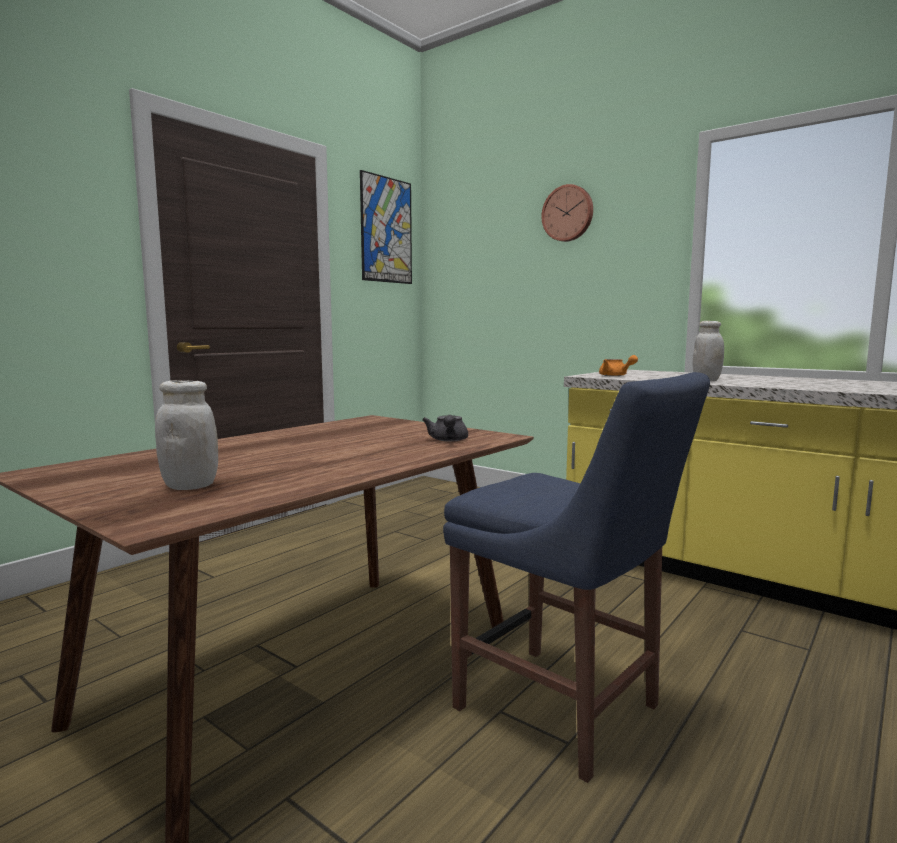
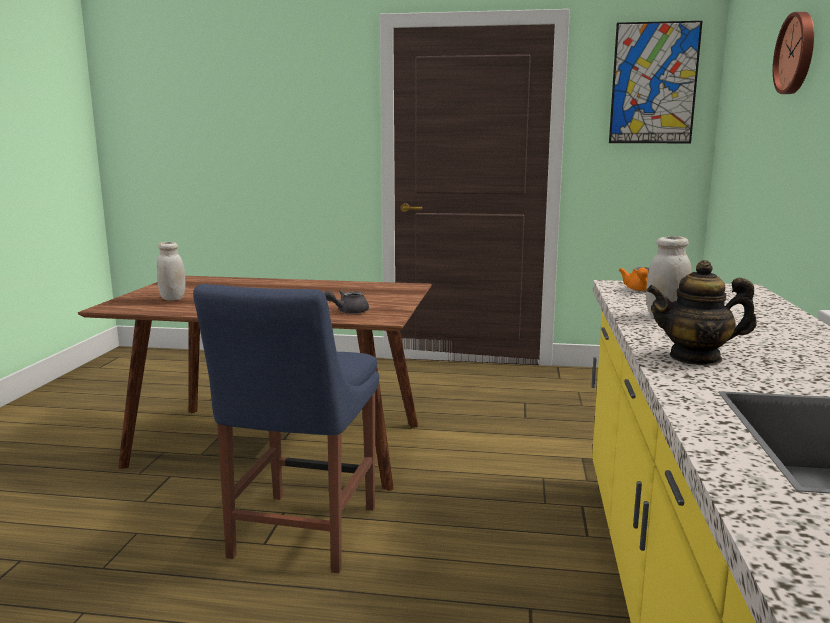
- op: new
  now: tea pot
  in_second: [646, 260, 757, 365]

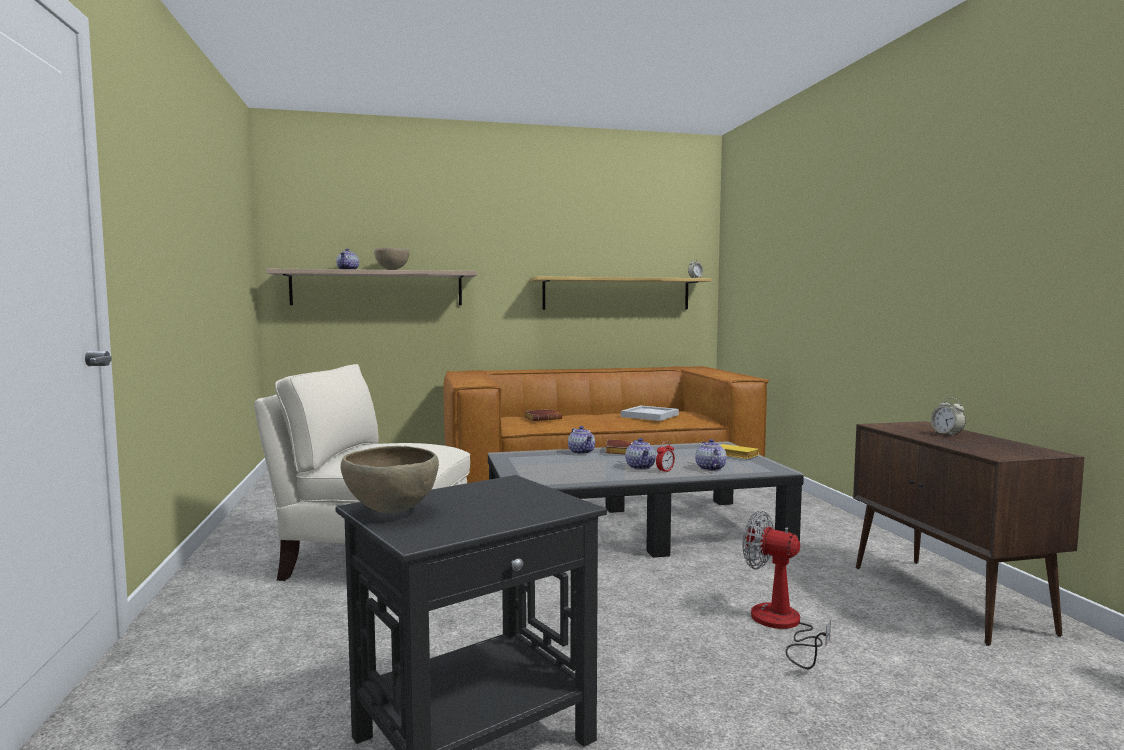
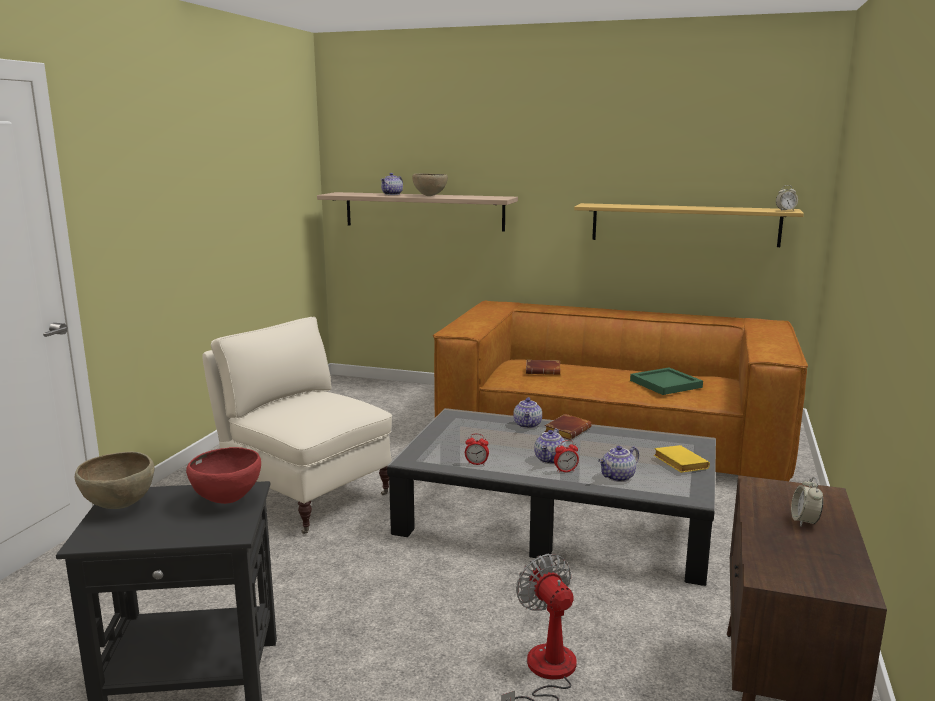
- op: repainted
  was: white-coloured tray
  now: green tray
  in_first: [621, 405, 679, 421]
  in_second: [630, 368, 703, 395]
- op: rotated
  was: tea pot
  in_first: [695, 439, 727, 471]
  in_second: [598, 446, 639, 482]
  clockwise: -150
- op: new
  now: alarm clock
  in_second: [465, 434, 489, 465]
- op: new
  now: red-coloured deep dish
  in_second: [186, 447, 261, 504]

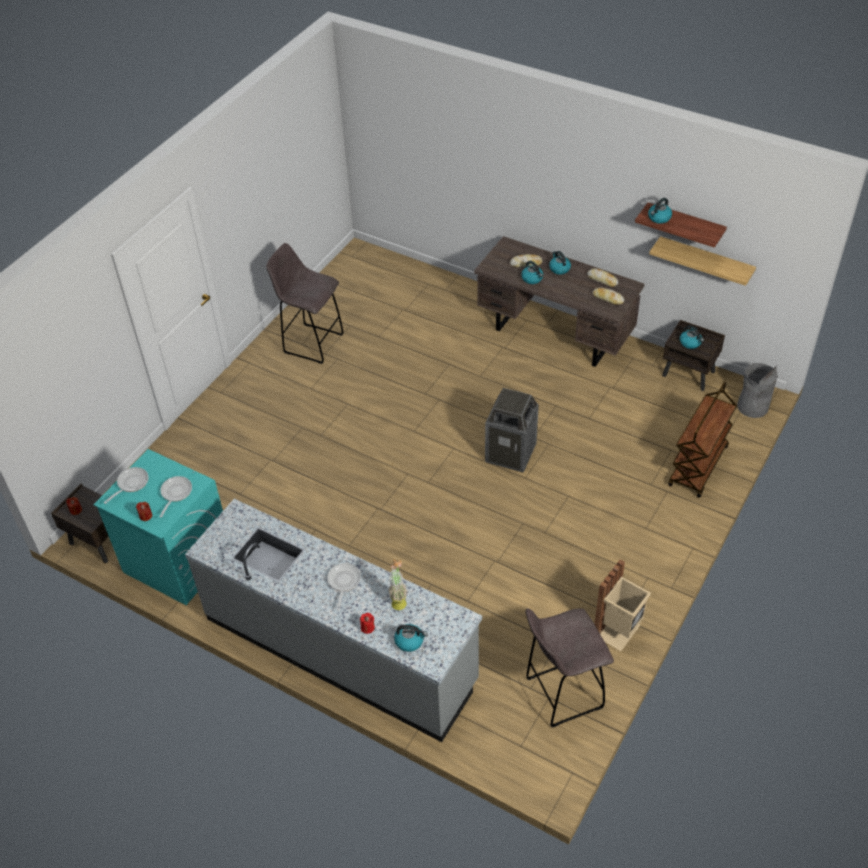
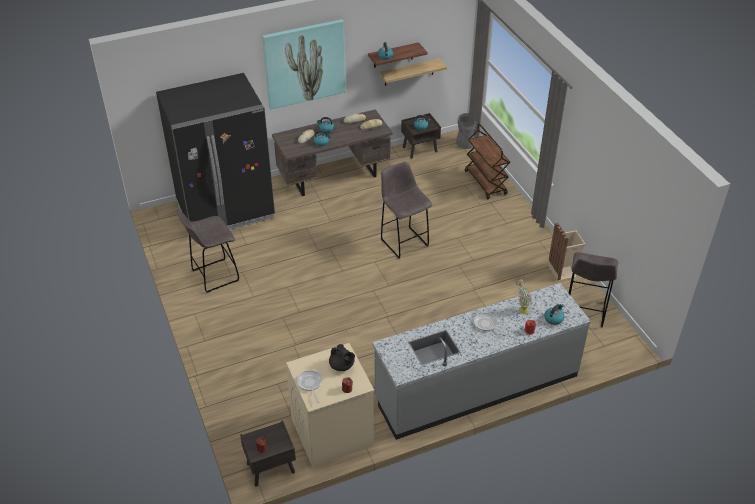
- op: swapped
  was: rubbish bin
  now: greyish stool
  in_first: [485, 388, 539, 472]
  in_second: [381, 162, 432, 259]
- op: repainted
  was: turquoise laundry appliance
  now: beige-coloured laundry appliance
  in_first: [93, 449, 223, 605]
  in_second: [286, 343, 374, 467]
- op: swapped
  was: skillet
  now: black-coloured tea pot
  in_first: [159, 476, 192, 517]
  in_second: [329, 344, 355, 371]
- op: new
  now: wall picture
  in_second: [262, 19, 346, 109]
- op: new
  now: black-coloured refrigerator
  in_second: [156, 73, 275, 230]

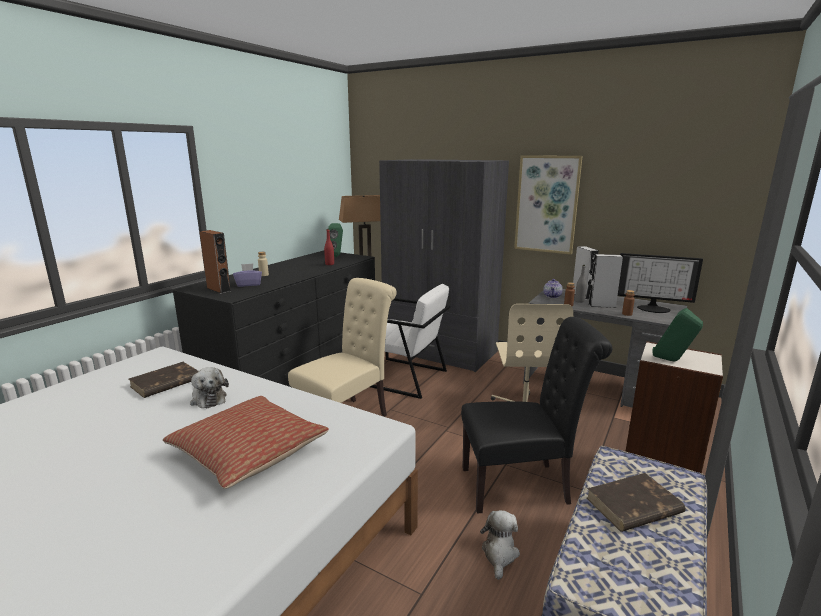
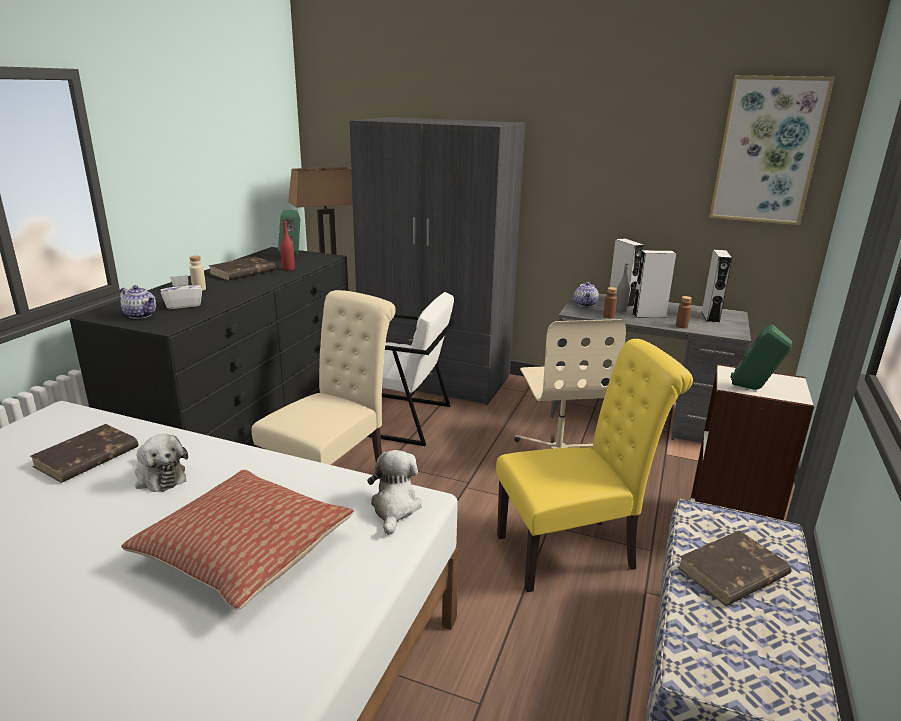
- op: shifted
  was: wall picture
  in_first: [514, 155, 583, 255]
  in_second: [709, 75, 835, 225]
- op: swapped
  was: brown speaker
  now: tea pot
  in_first: [200, 230, 231, 294]
  in_second: [119, 285, 156, 319]
- op: swapped
  was: computer screen
  now: greyish speaker
  in_first: [618, 253, 703, 313]
  in_second: [702, 250, 732, 323]
- op: repainted
  was: purple box of tissues
  now: white-coloured box of tissues
  in_first: [233, 264, 262, 287]
  in_second: [160, 275, 202, 309]
- op: repainted
  was: black-coloured chair
  now: yellowish chair
  in_first: [461, 317, 612, 513]
  in_second: [496, 339, 693, 592]
- op: shifted
  was: cuddly toy
  in_first: [480, 510, 520, 580]
  in_second: [367, 450, 422, 535]
- op: new
  now: brown volume
  in_second: [209, 257, 276, 280]

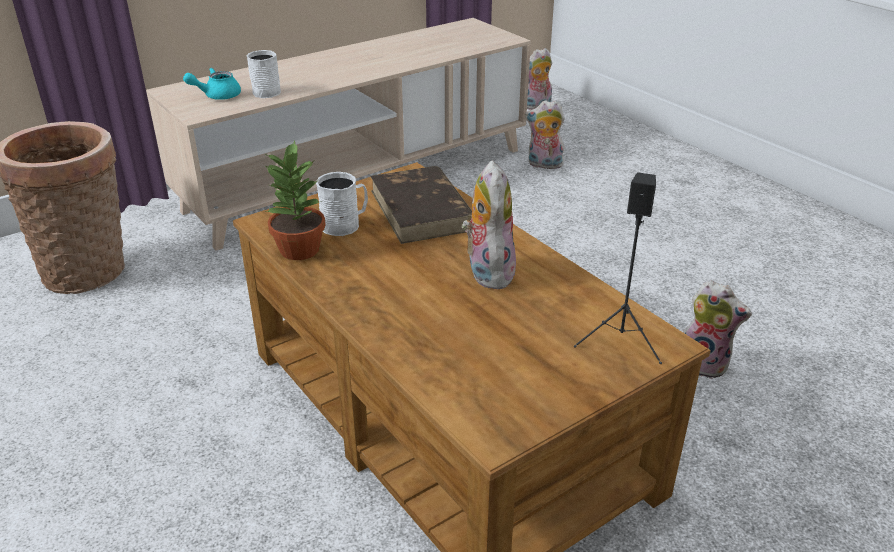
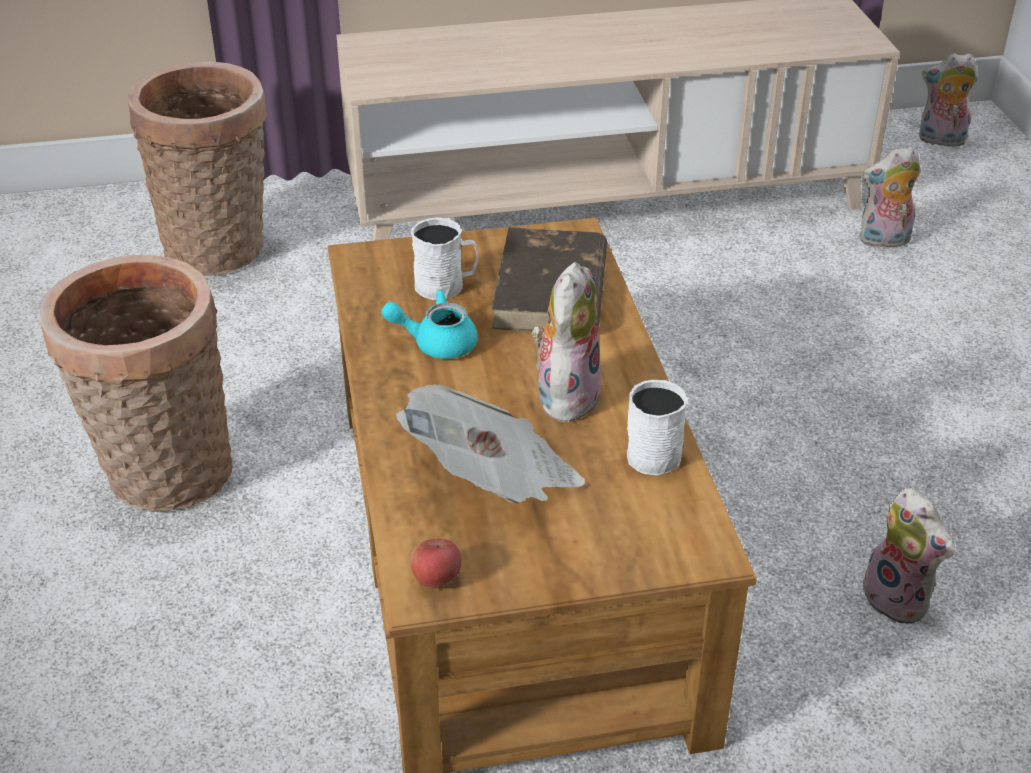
- op: shifted
  was: white-coloured coffee mug
  in_first: [247, 50, 281, 98]
  in_second: [627, 380, 687, 476]
- op: shifted
  was: turquoise tea pot
  in_first: [183, 68, 241, 100]
  in_second: [381, 290, 478, 359]
- op: rotated
  was: cuddly toy
  in_first: [525, 100, 565, 171]
  in_second: [860, 146, 921, 248]
  clockwise: -45
- op: gone
  was: houseplant
  in_first: [265, 141, 326, 260]
- op: gone
  was: black-coloured speaker
  in_first: [574, 172, 662, 364]
- op: new
  now: household basket
  in_second: [40, 255, 233, 512]
- op: new
  now: daily paper
  in_second: [395, 384, 585, 503]
- op: new
  now: apple
  in_second: [411, 539, 461, 588]

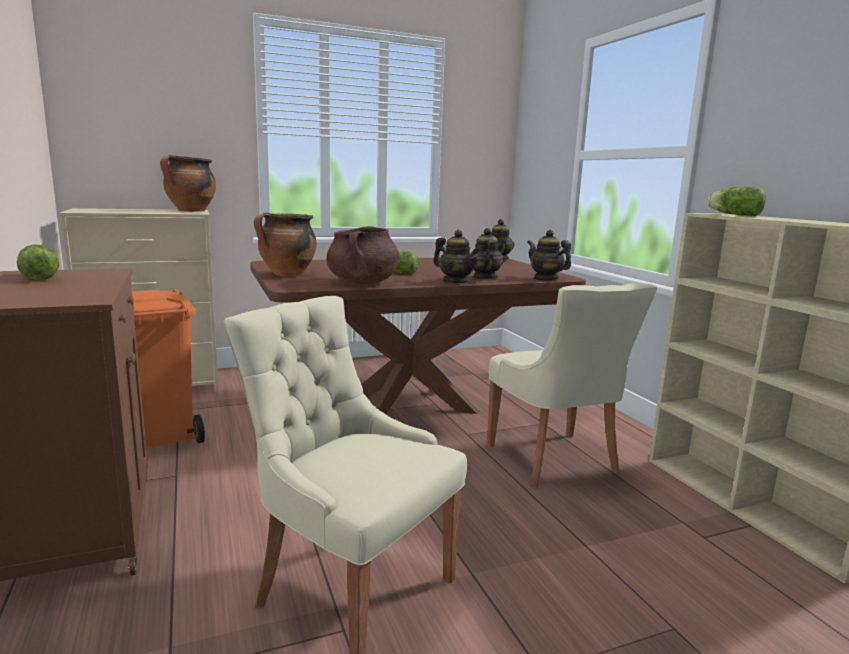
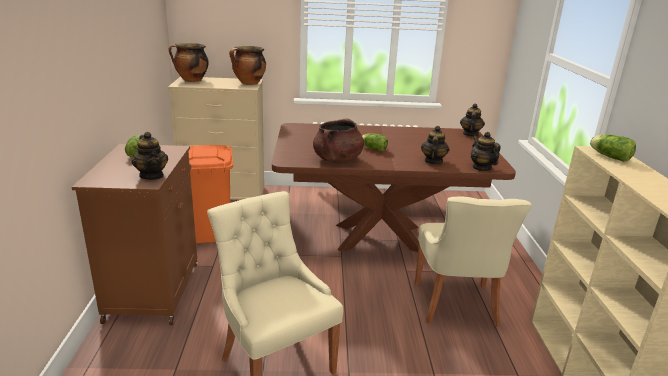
- op: shifted
  was: cooking pot
  in_first: [254, 212, 317, 276]
  in_second: [169, 43, 209, 82]
- op: shifted
  was: tea pot
  in_first: [433, 230, 482, 284]
  in_second: [132, 132, 168, 180]

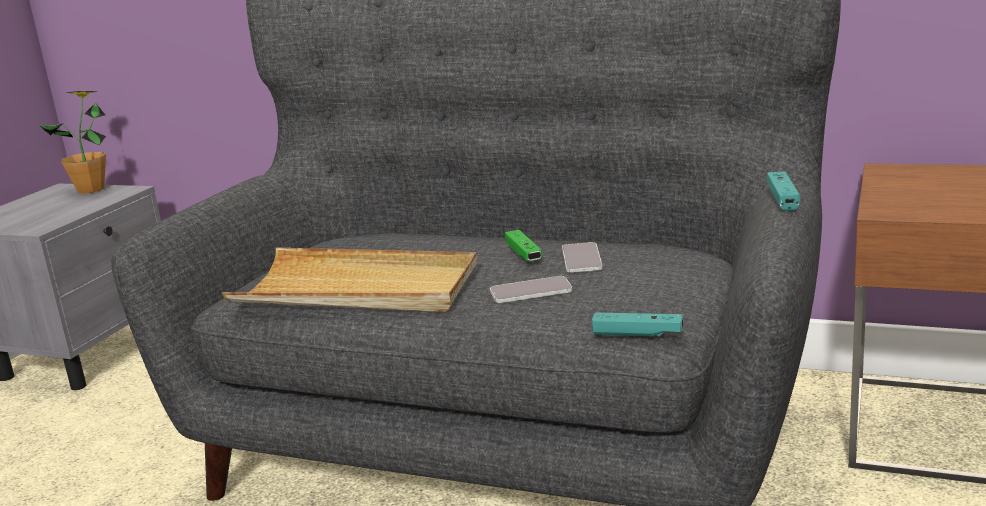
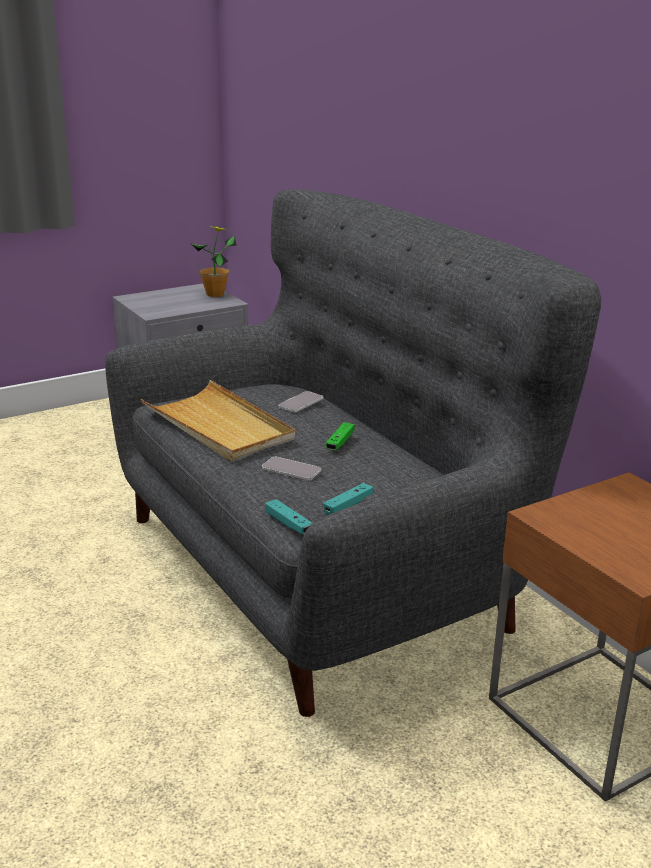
- op: shifted
  was: turquoise gamepad
  in_first: [767, 172, 800, 211]
  in_second: [323, 483, 373, 515]
- op: shifted
  was: handset
  in_first: [562, 242, 603, 273]
  in_second: [278, 391, 323, 412]

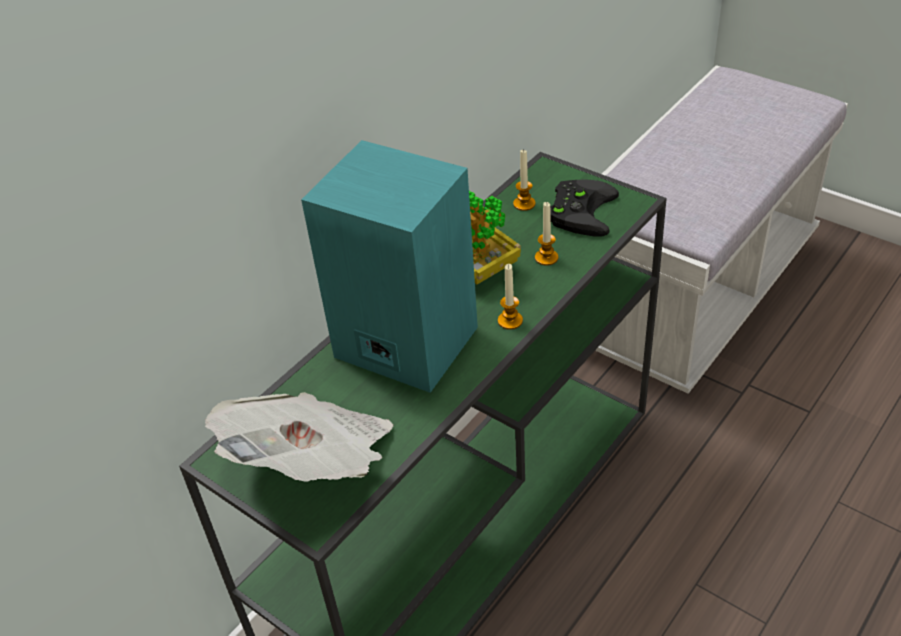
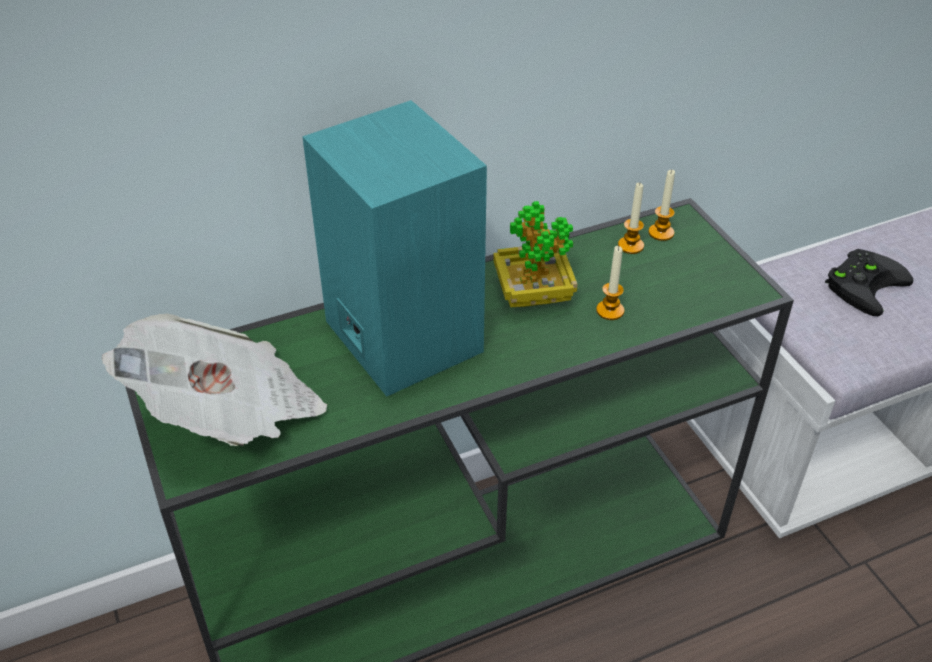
- op: shifted
  was: black-coloured gamepad
  in_first: [550, 180, 619, 236]
  in_second: [825, 249, 914, 316]
- op: shifted
  was: wax light
  in_first: [498, 264, 523, 330]
  in_second: [648, 170, 675, 241]

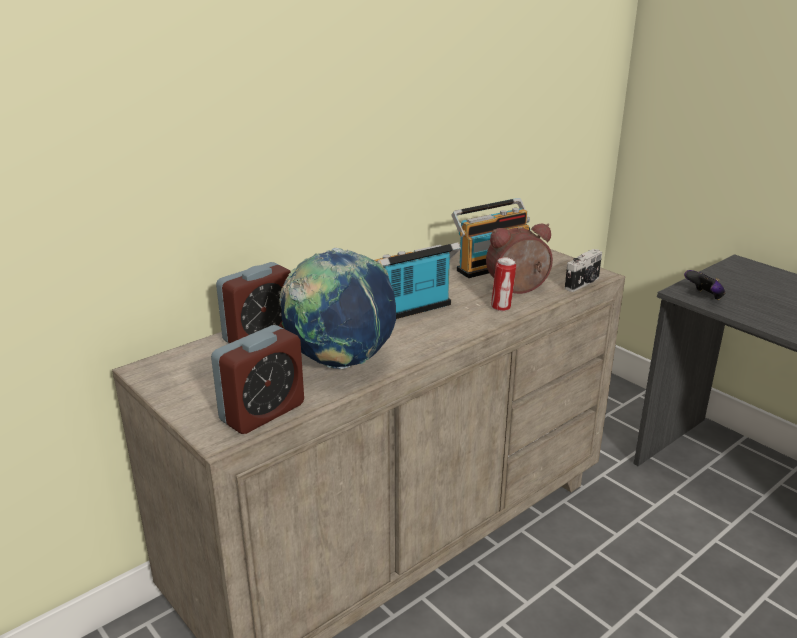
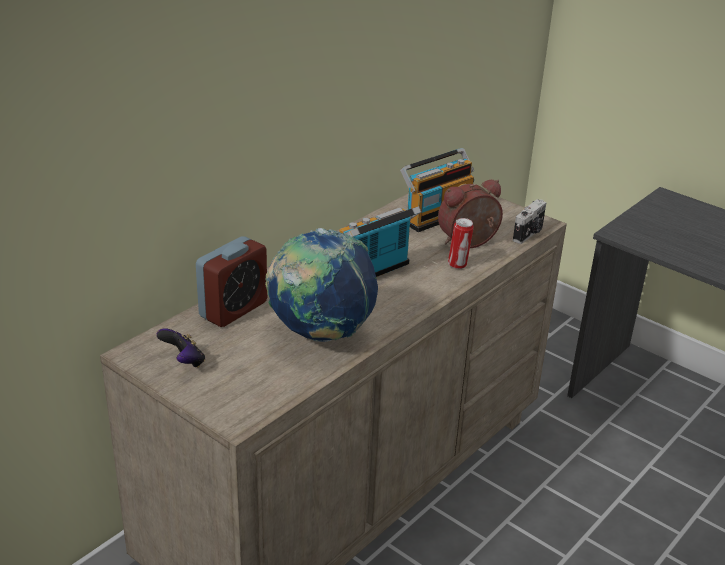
- op: shifted
  was: gamepad
  in_first: [684, 270, 725, 300]
  in_second: [156, 328, 205, 368]
- op: gone
  was: alarm clock
  in_first: [211, 325, 304, 434]

